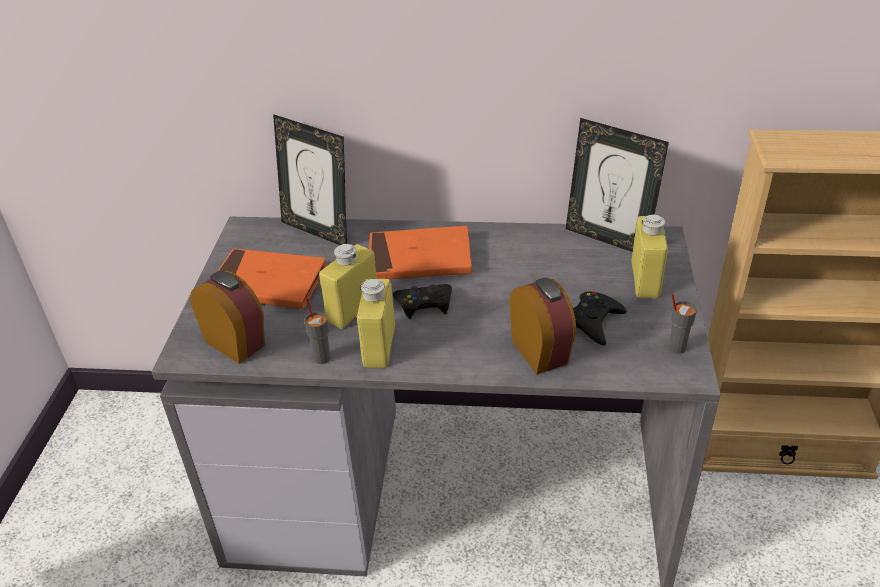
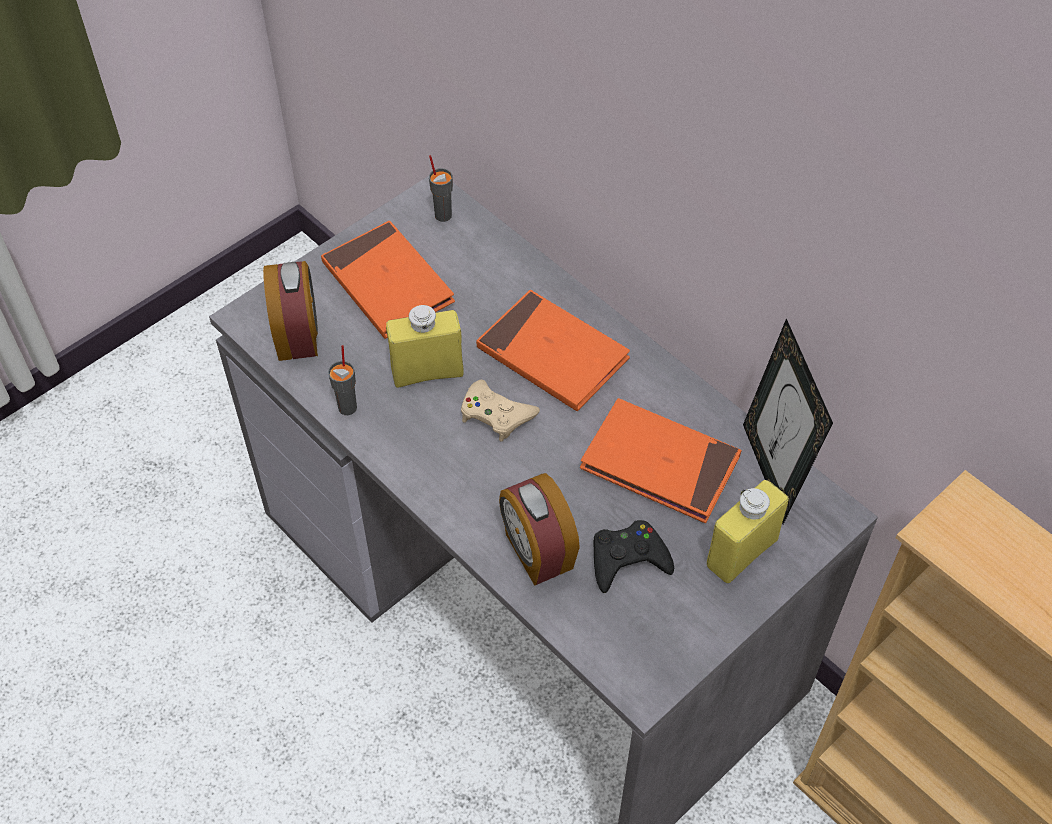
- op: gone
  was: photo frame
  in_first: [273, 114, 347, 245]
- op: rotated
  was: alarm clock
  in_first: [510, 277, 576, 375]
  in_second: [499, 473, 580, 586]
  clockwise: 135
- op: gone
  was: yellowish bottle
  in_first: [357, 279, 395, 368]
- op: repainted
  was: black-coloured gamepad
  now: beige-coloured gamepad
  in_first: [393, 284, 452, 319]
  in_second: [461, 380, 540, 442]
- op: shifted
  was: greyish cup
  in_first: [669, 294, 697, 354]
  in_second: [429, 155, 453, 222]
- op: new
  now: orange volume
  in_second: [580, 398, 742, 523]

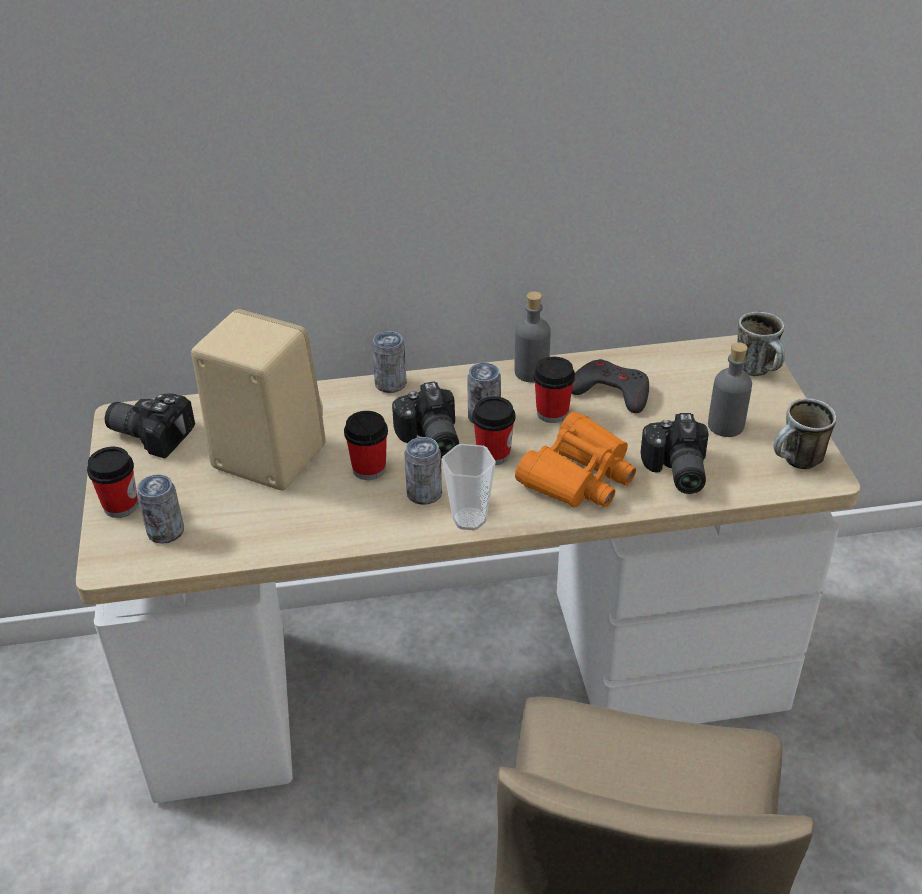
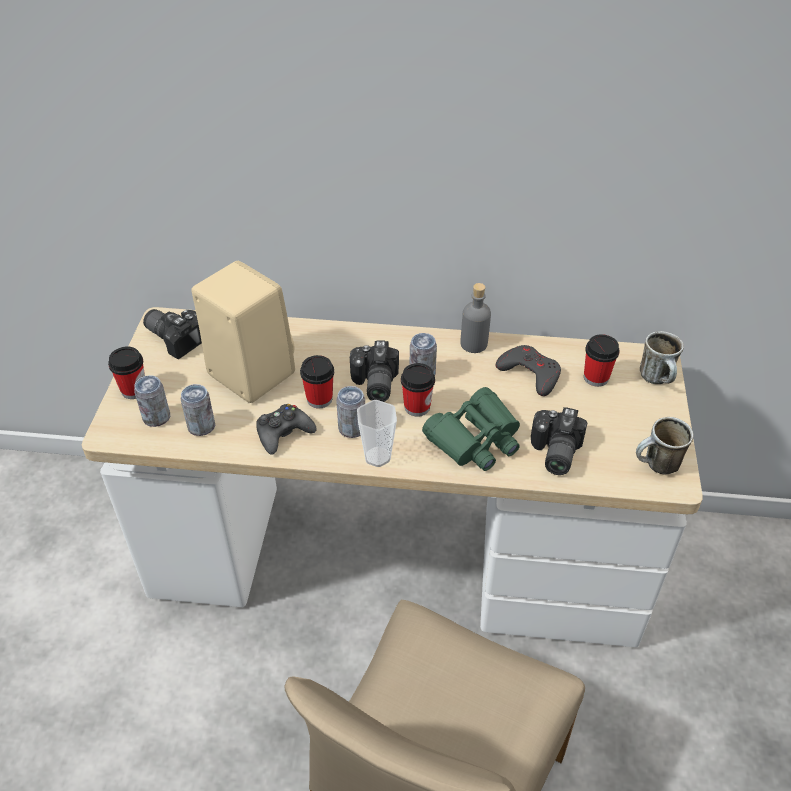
- op: shifted
  was: metal can
  in_first: [372, 331, 407, 393]
  in_second: [180, 384, 215, 436]
- op: gone
  was: greyish bottle
  in_first: [708, 342, 752, 437]
- op: shifted
  was: cup
  in_first: [533, 357, 575, 423]
  in_second: [584, 334, 619, 387]
- op: repainted
  was: orange binoculars
  now: green binoculars
  in_first: [515, 411, 636, 508]
  in_second: [422, 387, 520, 471]
- op: new
  now: black-coloured gamepad
  in_second: [256, 404, 316, 455]

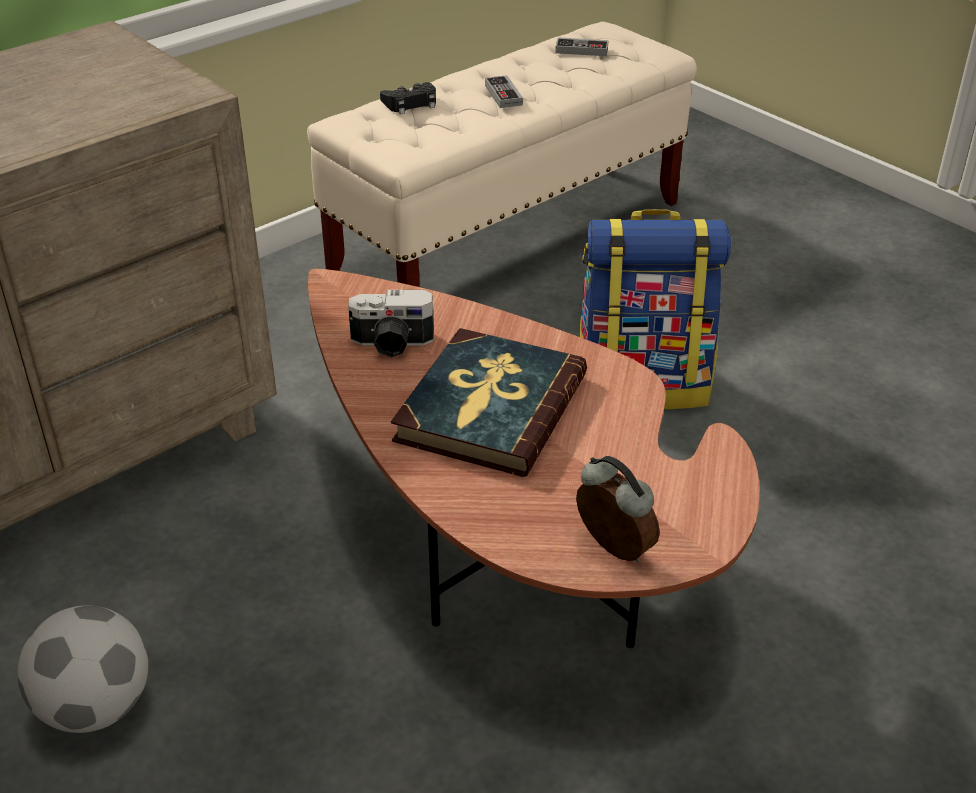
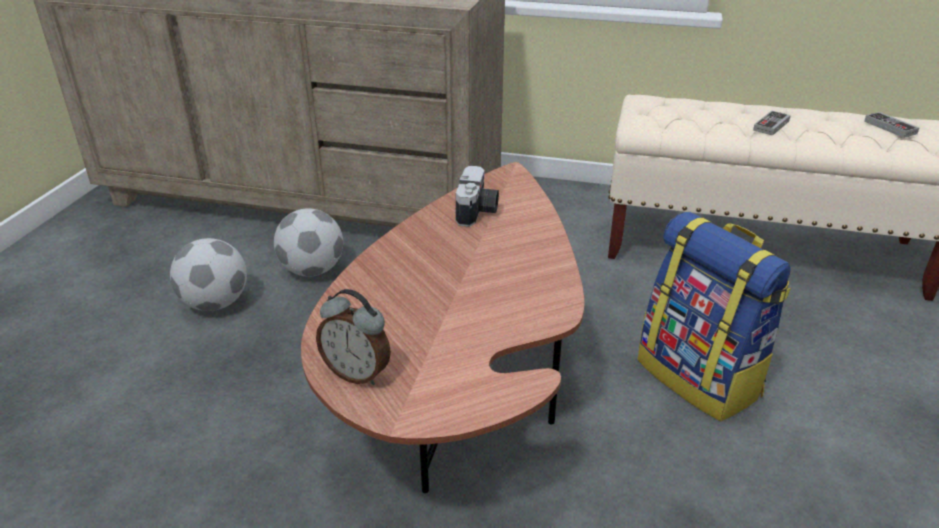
- op: gone
  was: black-coloured gamepad
  in_first: [380, 82, 436, 114]
- op: rotated
  was: photo camera
  in_first: [348, 290, 434, 357]
  in_second: [455, 166, 499, 227]
  clockwise: -135
- op: gone
  was: volume
  in_first: [391, 328, 587, 477]
- op: rotated
  was: alarm clock
  in_first: [576, 456, 660, 563]
  in_second: [316, 289, 391, 385]
  clockwise: 105
- op: new
  now: ball for football
  in_second: [274, 208, 343, 277]

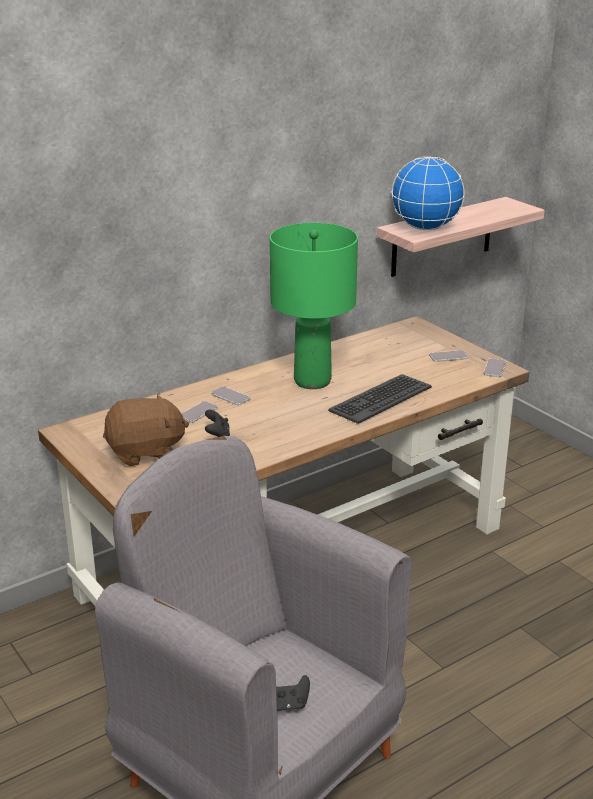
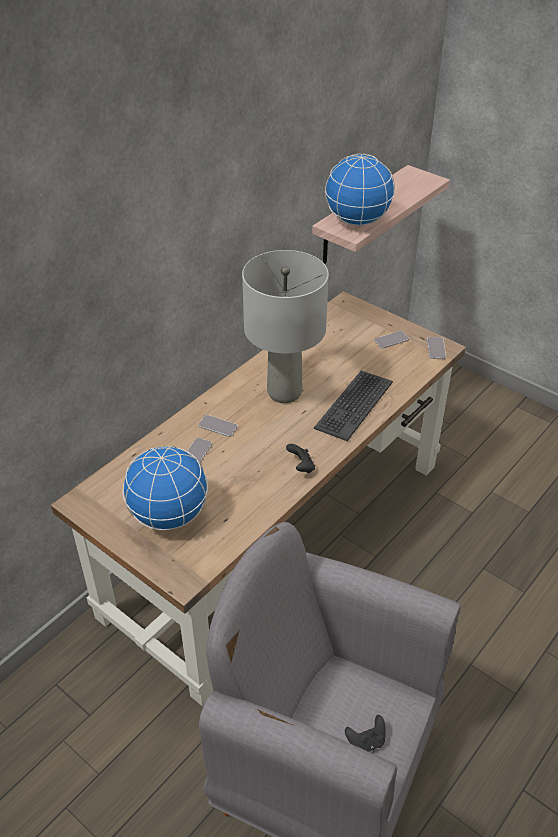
- op: repainted
  was: green lamp for a table
  now: greyish lamp for a table
  in_first: [270, 223, 358, 389]
  in_second: [242, 250, 329, 403]
- op: swapped
  was: brown cuddly toy
  now: desk globe
  in_first: [103, 393, 189, 466]
  in_second: [122, 446, 208, 530]
- op: shifted
  was: black-coloured gamepad
  in_first: [205, 410, 230, 437]
  in_second: [286, 444, 315, 473]

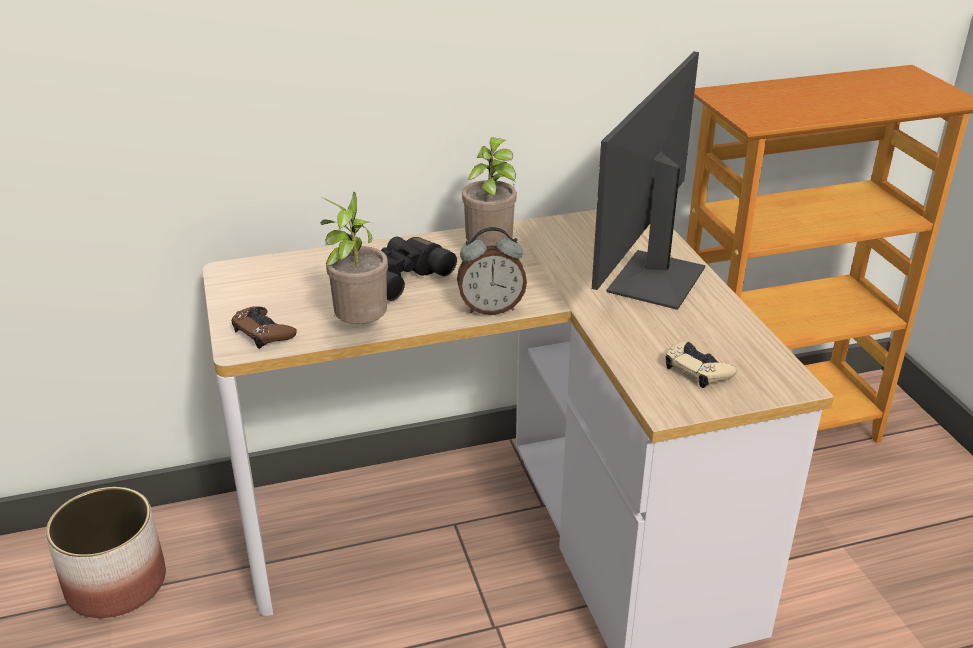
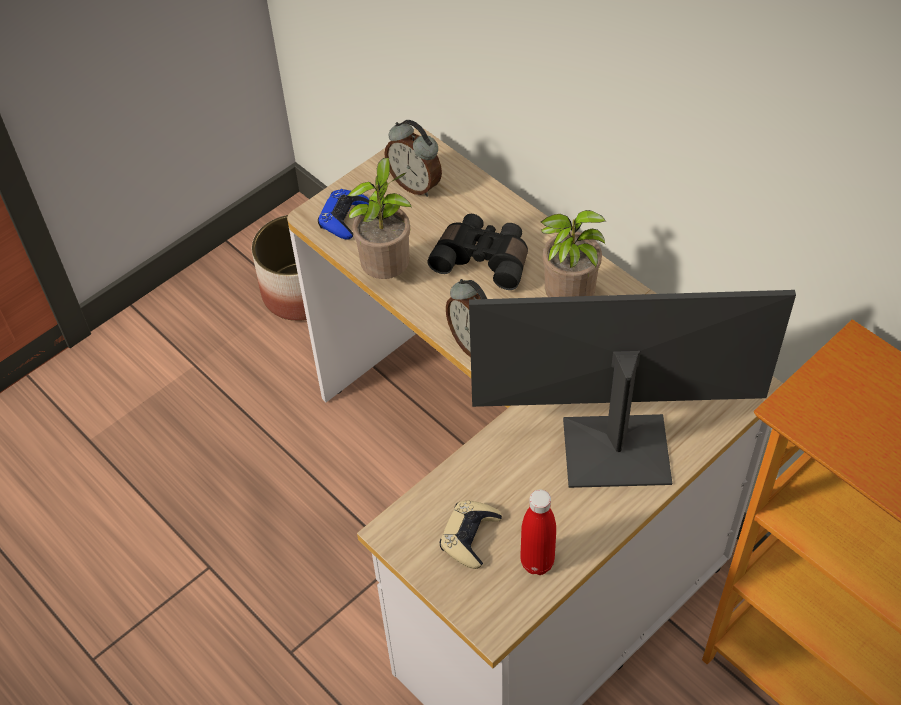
- op: repainted
  was: brown gamepad
  now: bluish gamepad
  in_first: [231, 306, 297, 349]
  in_second: [318, 189, 370, 239]
- op: new
  now: alarm clock
  in_second: [384, 120, 442, 197]
- op: new
  now: red-coloured bottle
  in_second: [520, 490, 556, 575]

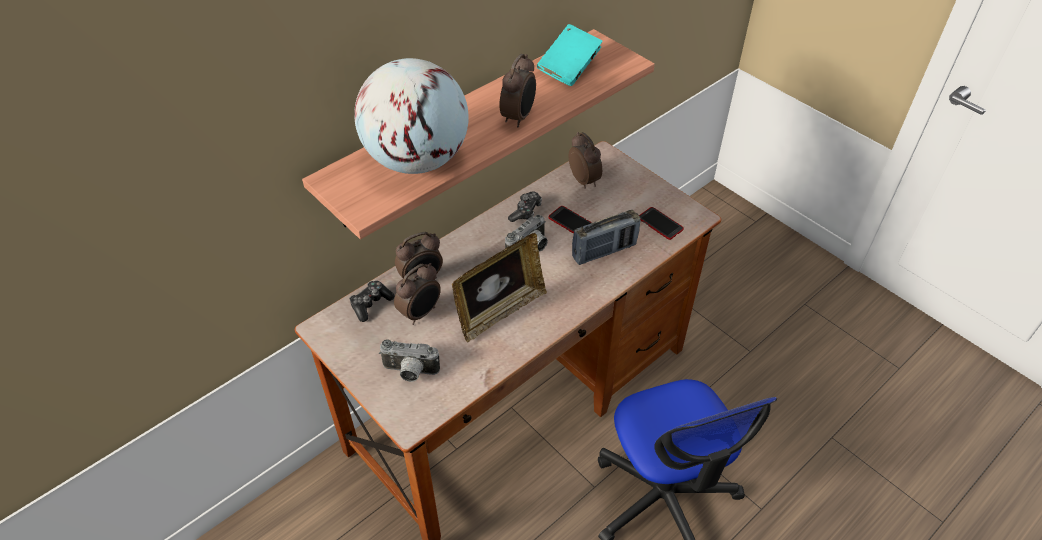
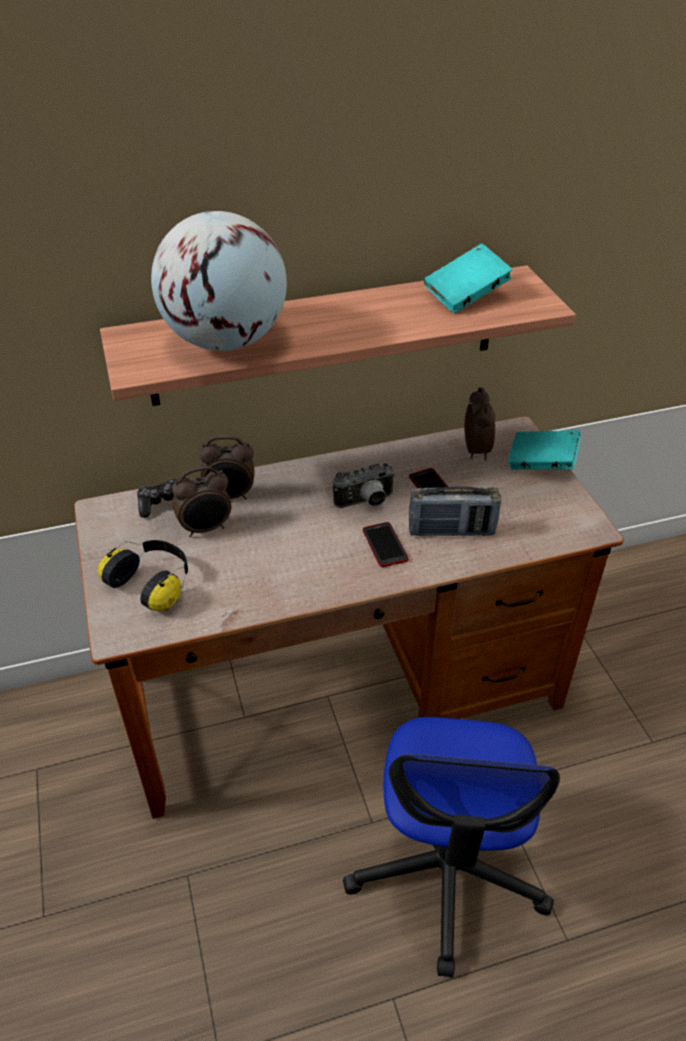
- op: gone
  was: alarm clock
  in_first: [500, 54, 536, 127]
- op: gone
  was: gamepad
  in_first: [508, 191, 542, 222]
- op: shifted
  was: handset
  in_first: [639, 207, 684, 240]
  in_second: [363, 522, 409, 567]
- op: gone
  was: photo frame
  in_first: [452, 233, 547, 342]
- op: swapped
  was: photo camera
  now: headphones
  in_first: [379, 339, 440, 382]
  in_second: [98, 540, 188, 611]
- op: new
  now: turquoise volume
  in_second: [508, 430, 581, 470]

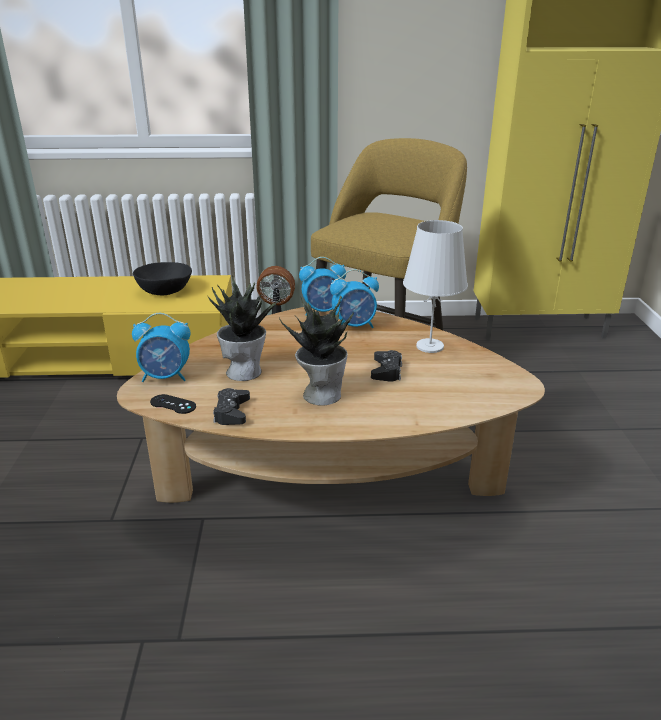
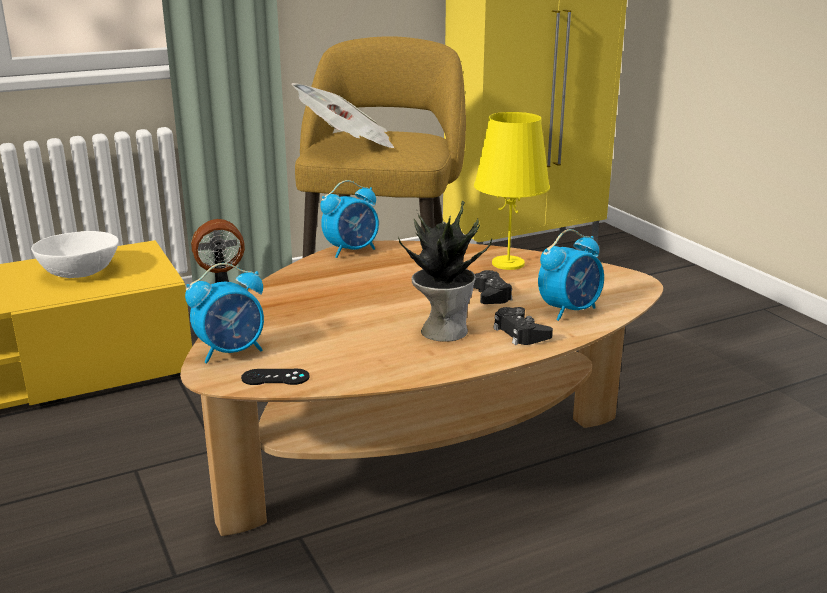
- op: repainted
  was: white-coloured lamp for a table
  now: yellowish lamp for a table
  in_first: [403, 220, 468, 353]
  in_second: [474, 112, 550, 270]
- op: repainted
  was: black-coloured deep dish
  now: white-coloured deep dish
  in_first: [133, 262, 192, 295]
  in_second: [31, 231, 119, 278]
- op: shifted
  was: alarm clock
  in_first: [330, 269, 379, 328]
  in_second: [538, 229, 604, 321]
- op: gone
  was: houseplant
  in_first: [208, 275, 281, 381]
- op: shifted
  was: black-coloured gamepad
  in_first: [213, 388, 250, 425]
  in_second: [494, 307, 553, 345]
- op: new
  now: daily paper
  in_second: [291, 83, 394, 148]

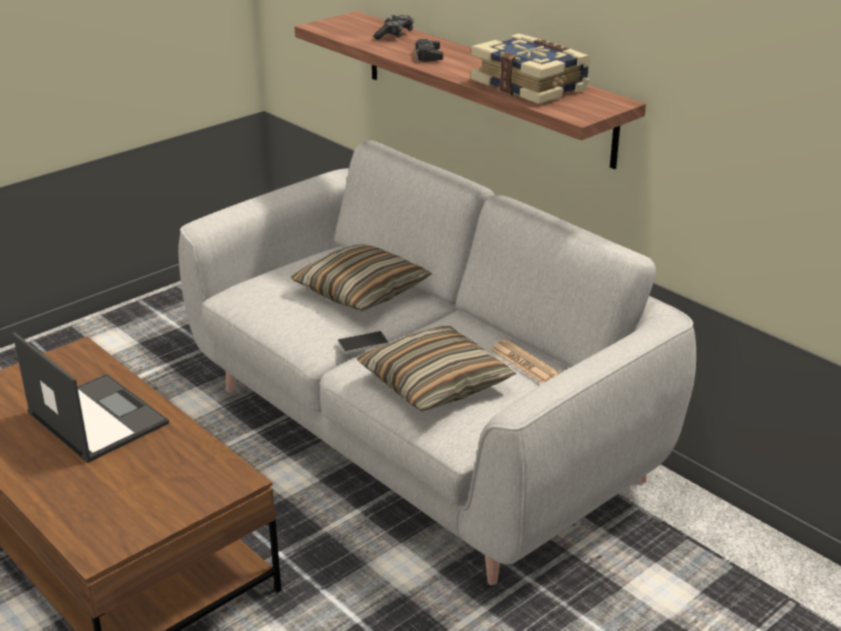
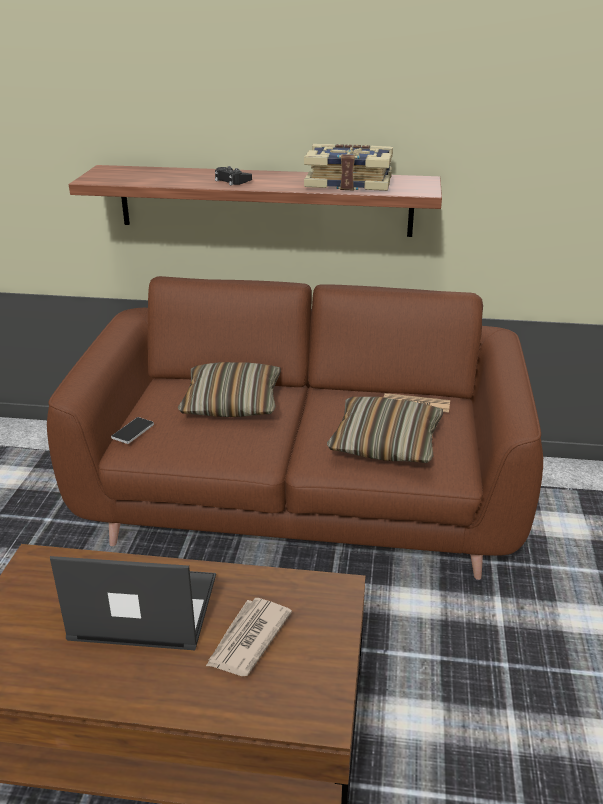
- op: gone
  was: gamepad
  in_first: [373, 14, 414, 40]
- op: repainted
  was: greyish sofa
  now: brown sofa
  in_first: [178, 140, 696, 585]
  in_second: [47, 276, 543, 580]
- op: shifted
  was: handset
  in_first: [337, 331, 389, 354]
  in_second: [111, 417, 154, 444]
- op: new
  now: daily paper
  in_second: [206, 598, 292, 676]

